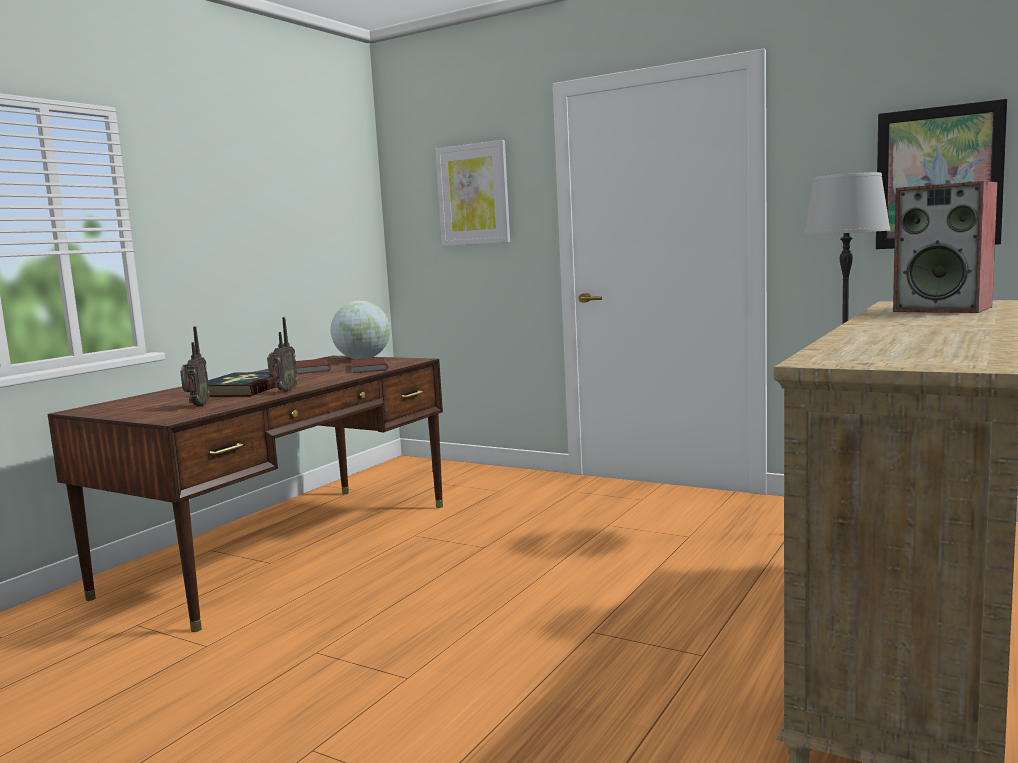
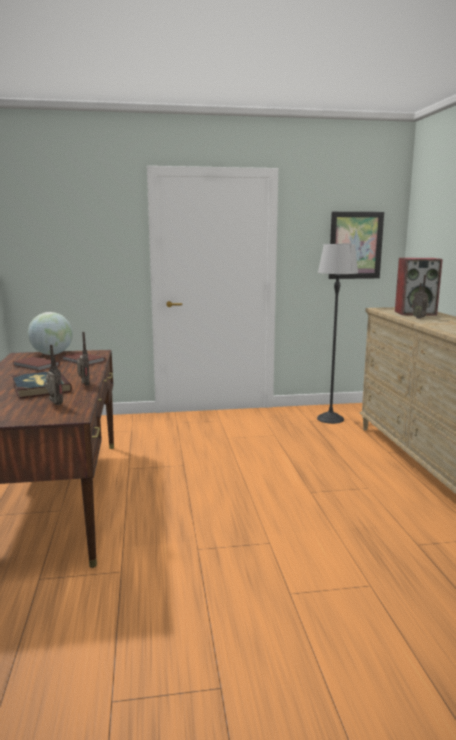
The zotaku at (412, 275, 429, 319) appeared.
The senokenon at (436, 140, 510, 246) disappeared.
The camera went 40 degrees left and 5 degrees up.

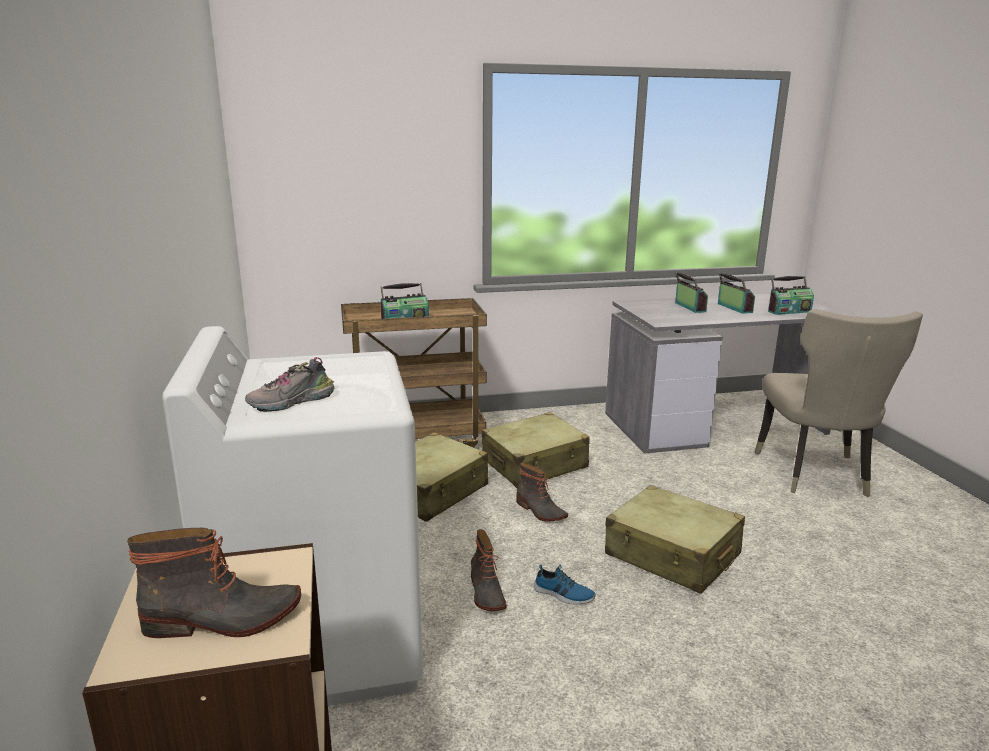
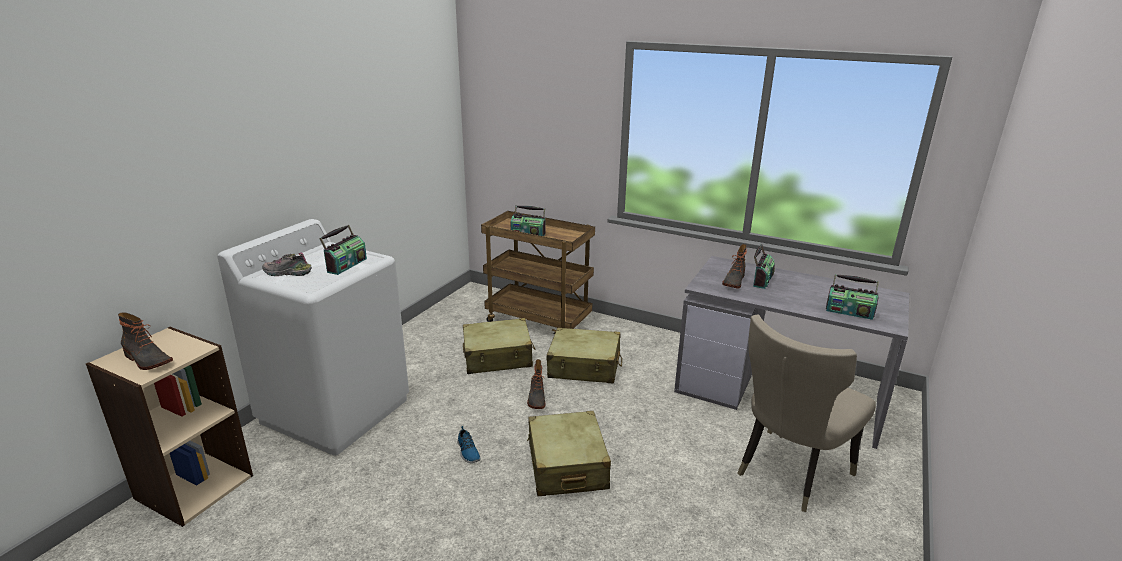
The zotaku moved from (718, 273, 755, 314) to (319, 225, 367, 275).
The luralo moved from (471, 529, 507, 611) to (722, 244, 747, 289).
The camera went 40 degrees right and 5 degrees up.

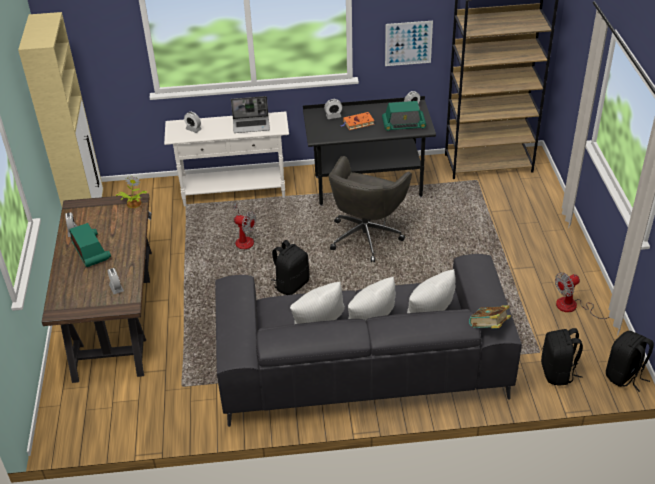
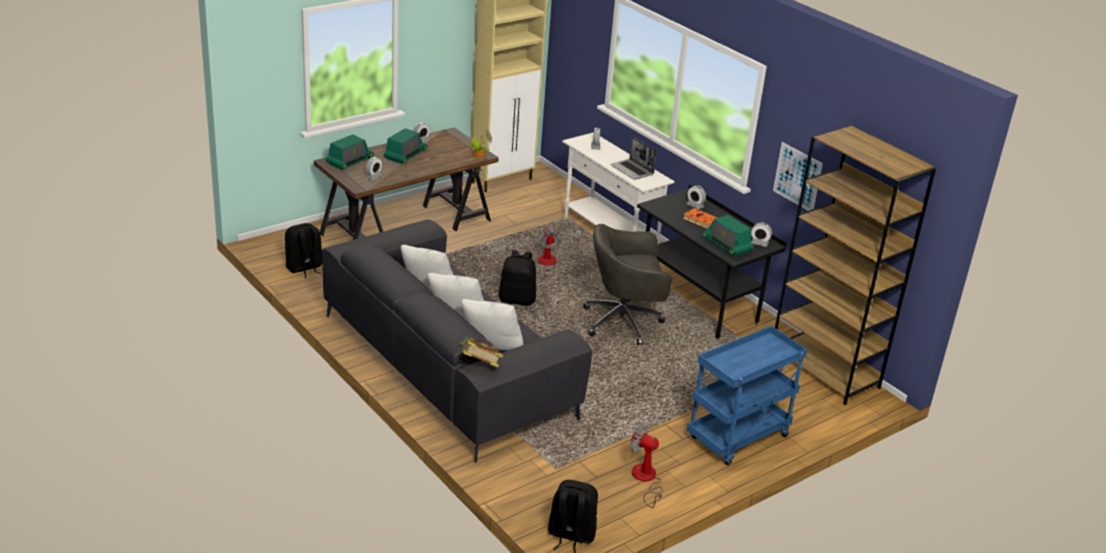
The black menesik moved from (541, 328, 583, 386) to (285, 223, 322, 278).
The zotaku at (326, 134, 374, 170) appeared.
The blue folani at (687, 326, 807, 465) appeared.
The camera went 55 degrees right and 10 degrees down.

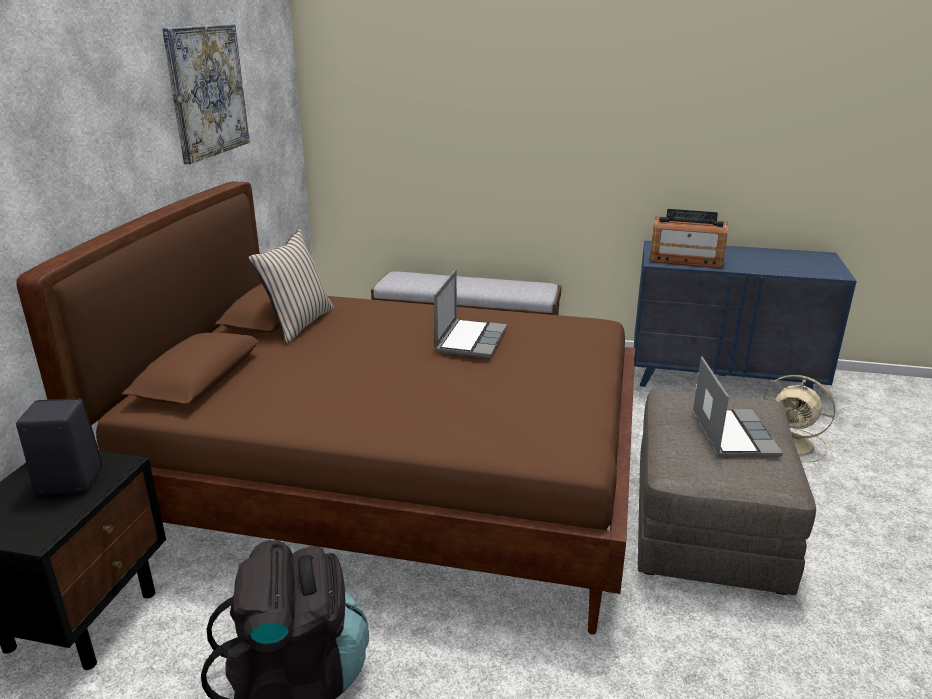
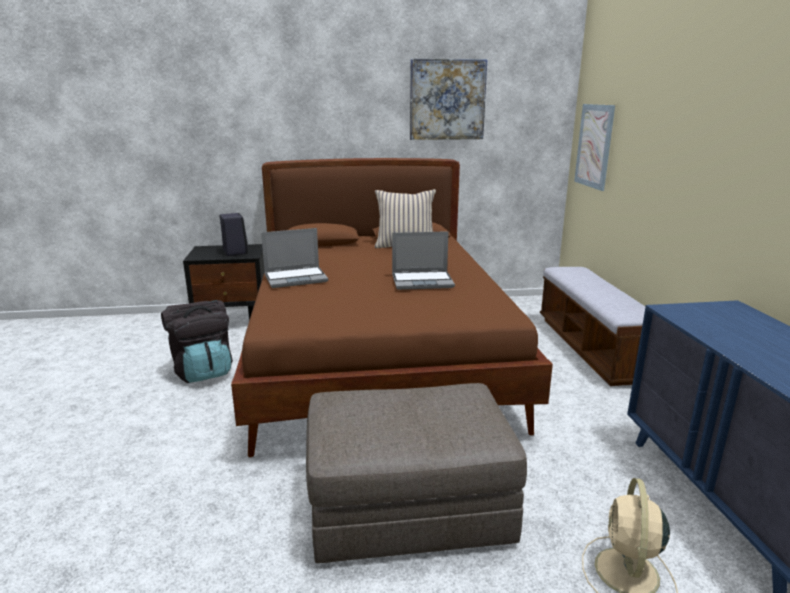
The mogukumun moved from (692, 357, 783, 457) to (261, 228, 328, 288).
The senokenon at (574, 104, 615, 191) appeared.
The zotaku at (650, 209, 728, 268) disappeared.
The camera went 70 degrees right and 5 degrees down.

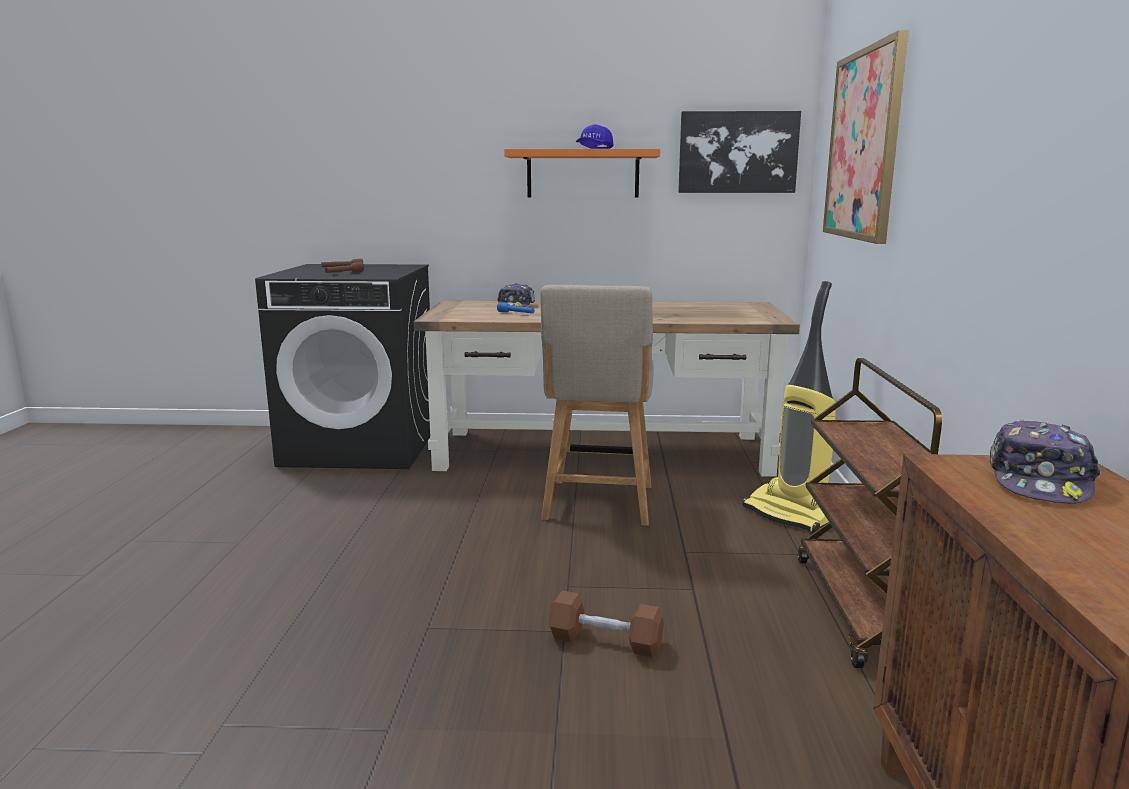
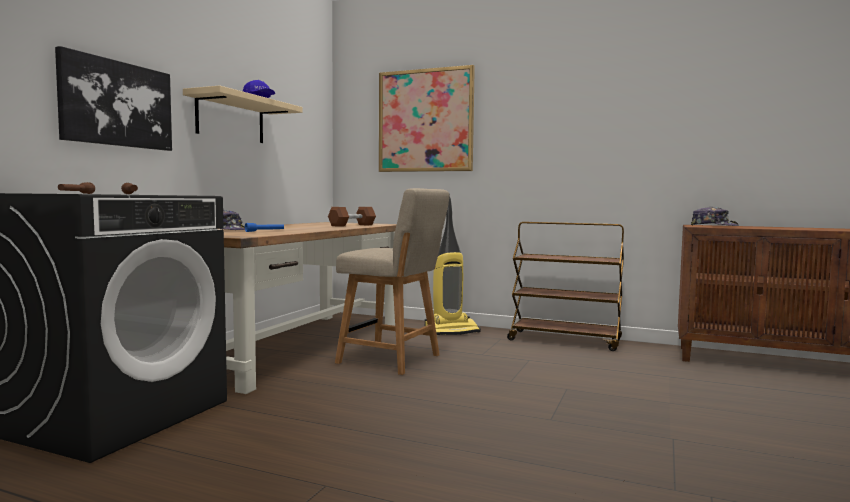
The senokenon moved from (678, 111, 801, 193) to (55, 46, 172, 151).
The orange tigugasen at (504, 149, 660, 197) became the beige tigugasen at (183, 85, 303, 143).
The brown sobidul moved from (548, 591, 664, 657) to (328, 207, 376, 227).
The camera went 70 degrees left and 10 degrees down.

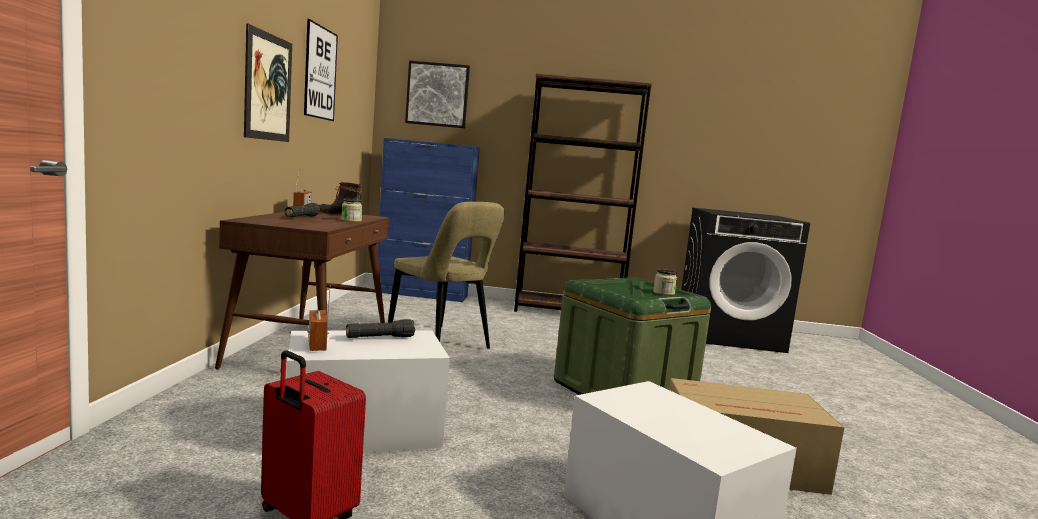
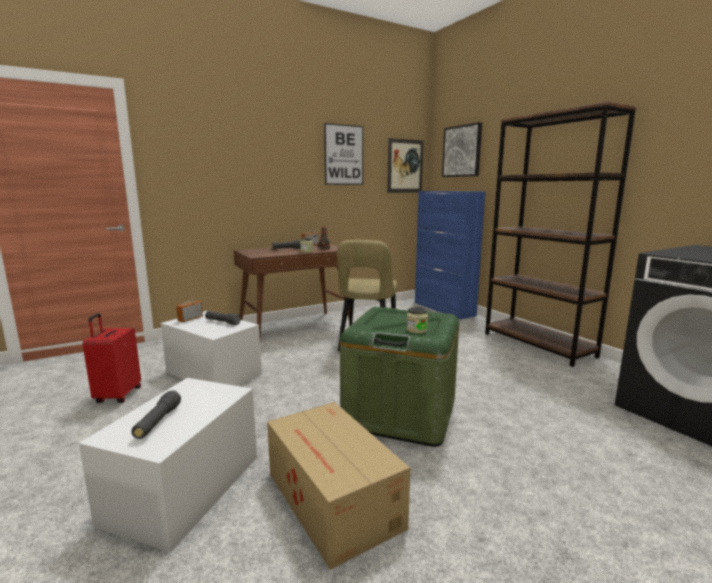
The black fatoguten at (131, 390, 181, 439) appeared.
The senokenon moved from (244, 23, 292, 142) to (387, 138, 424, 193).
The camera went 55 degrees right and 5 degrees up.

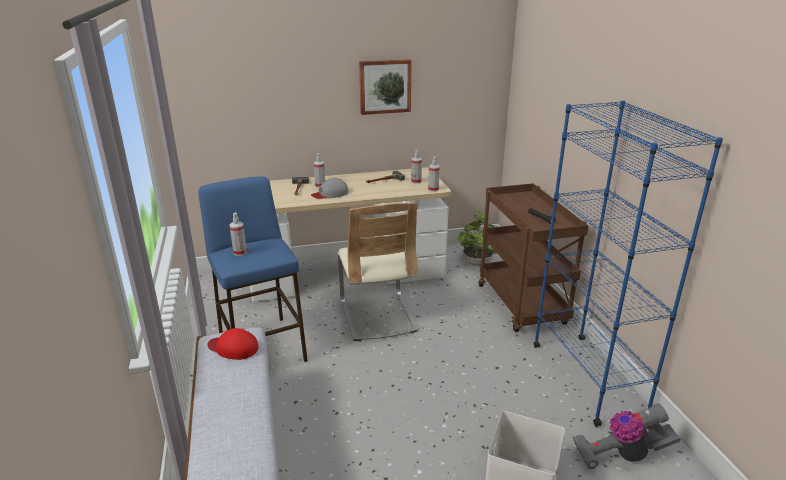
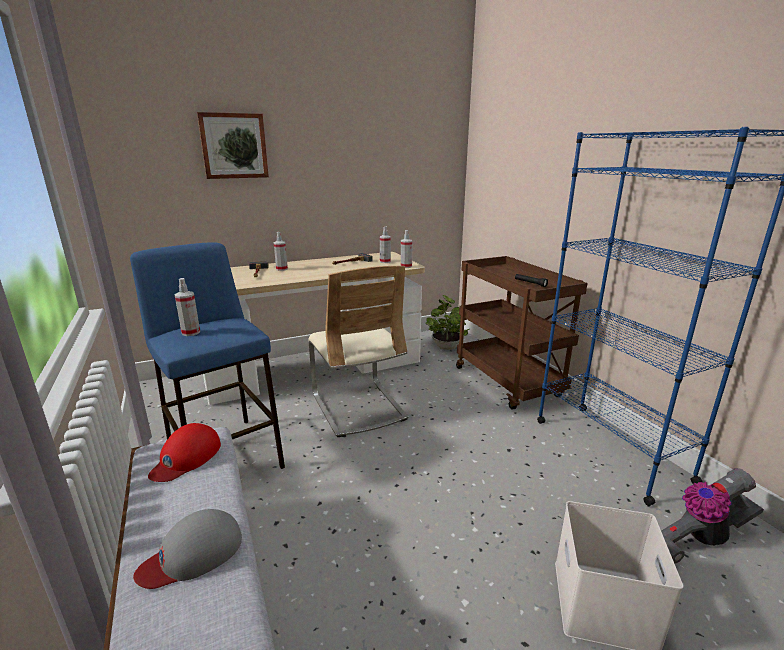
The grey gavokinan moved from (311, 178, 349, 199) to (133, 509, 242, 589).
The red gavokinan at (208, 328, 258, 360) turned 75 degrees counterclockwise.
The senokenon moved from (359, 59, 412, 115) to (197, 112, 269, 179).
The camera went 10 degrees left and 5 degrees down.

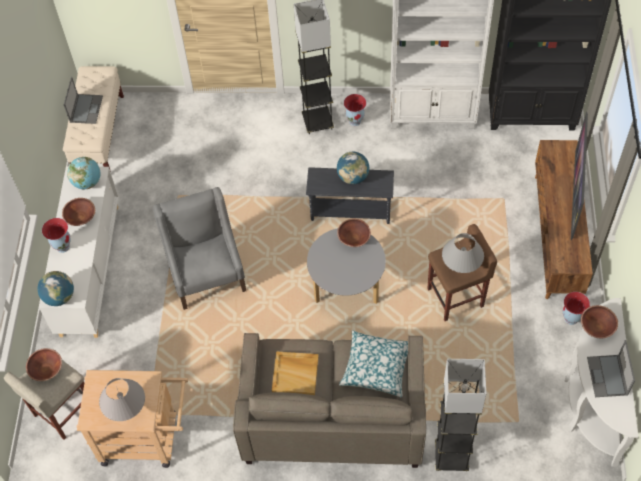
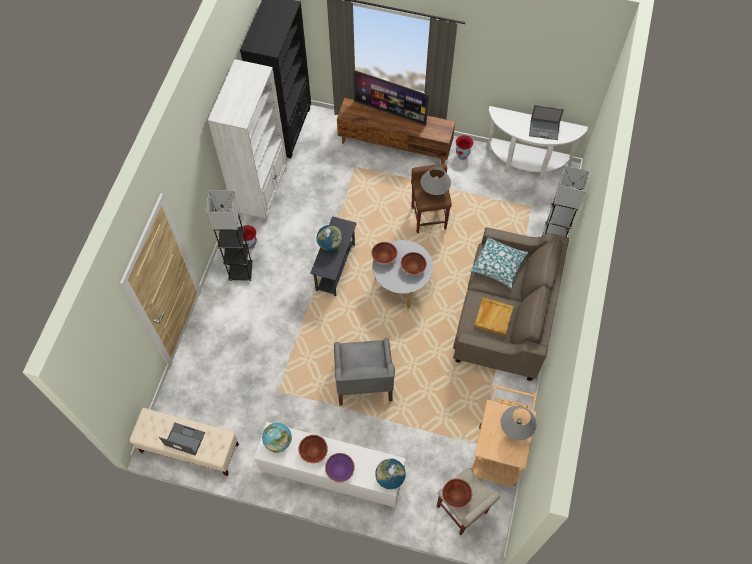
The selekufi at (42, 218, 71, 253) was replaced by the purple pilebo at (325, 453, 355, 483).
The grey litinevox at (153, 187, 246, 310) turned 90 degrees counterclockwise.
The brown pilebo moved from (581, 305, 618, 338) to (401, 252, 427, 275).
The camera went 80 degrees left and 5 degrees up.

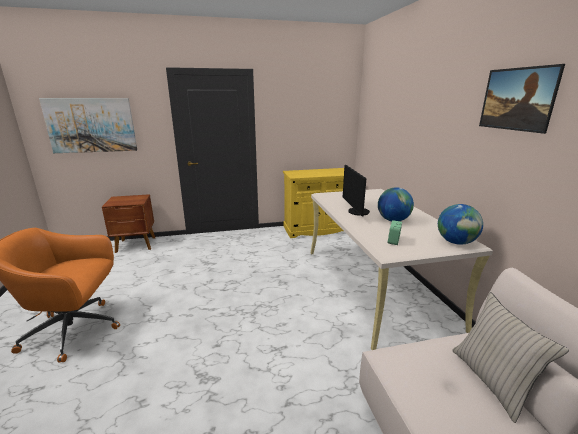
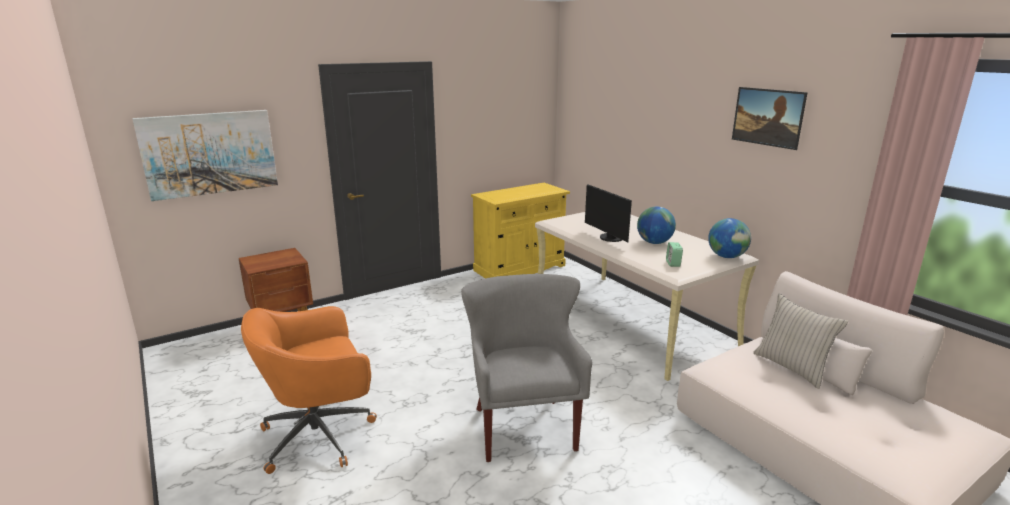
The grey litinevox at (461, 274, 592, 462) appeared.
The camera went 20 degrees left and 0 degrees up.

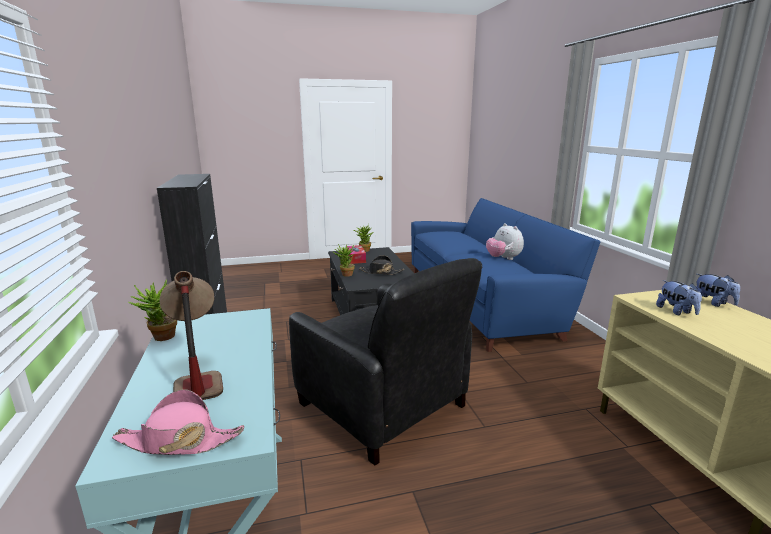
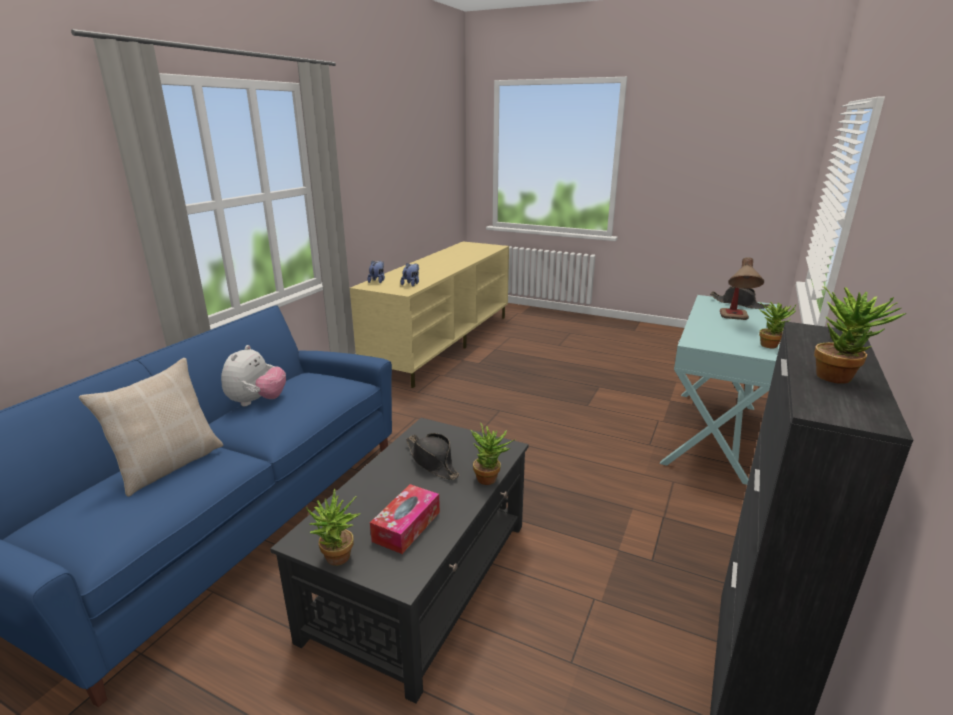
The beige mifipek at (79, 358, 223, 497) appeared.
The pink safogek at (112, 389, 244, 455) became the black safogek at (710, 286, 770, 309).
The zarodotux at (814, 286, 907, 384) appeared.
The black litinevox at (289, 258, 482, 466) disappeared.
The camera went 140 degrees left and 5 degrees up.

